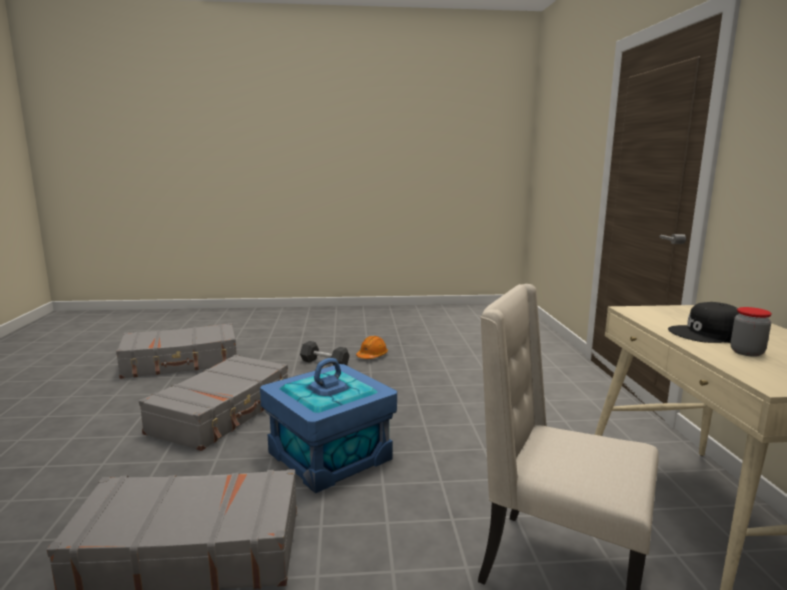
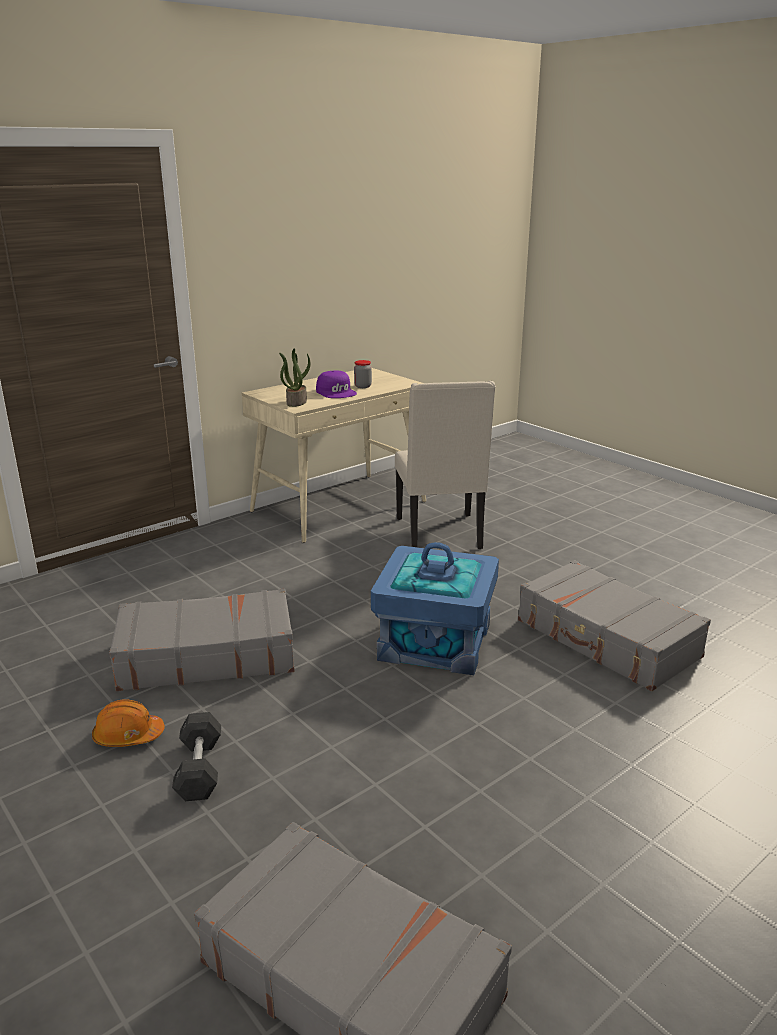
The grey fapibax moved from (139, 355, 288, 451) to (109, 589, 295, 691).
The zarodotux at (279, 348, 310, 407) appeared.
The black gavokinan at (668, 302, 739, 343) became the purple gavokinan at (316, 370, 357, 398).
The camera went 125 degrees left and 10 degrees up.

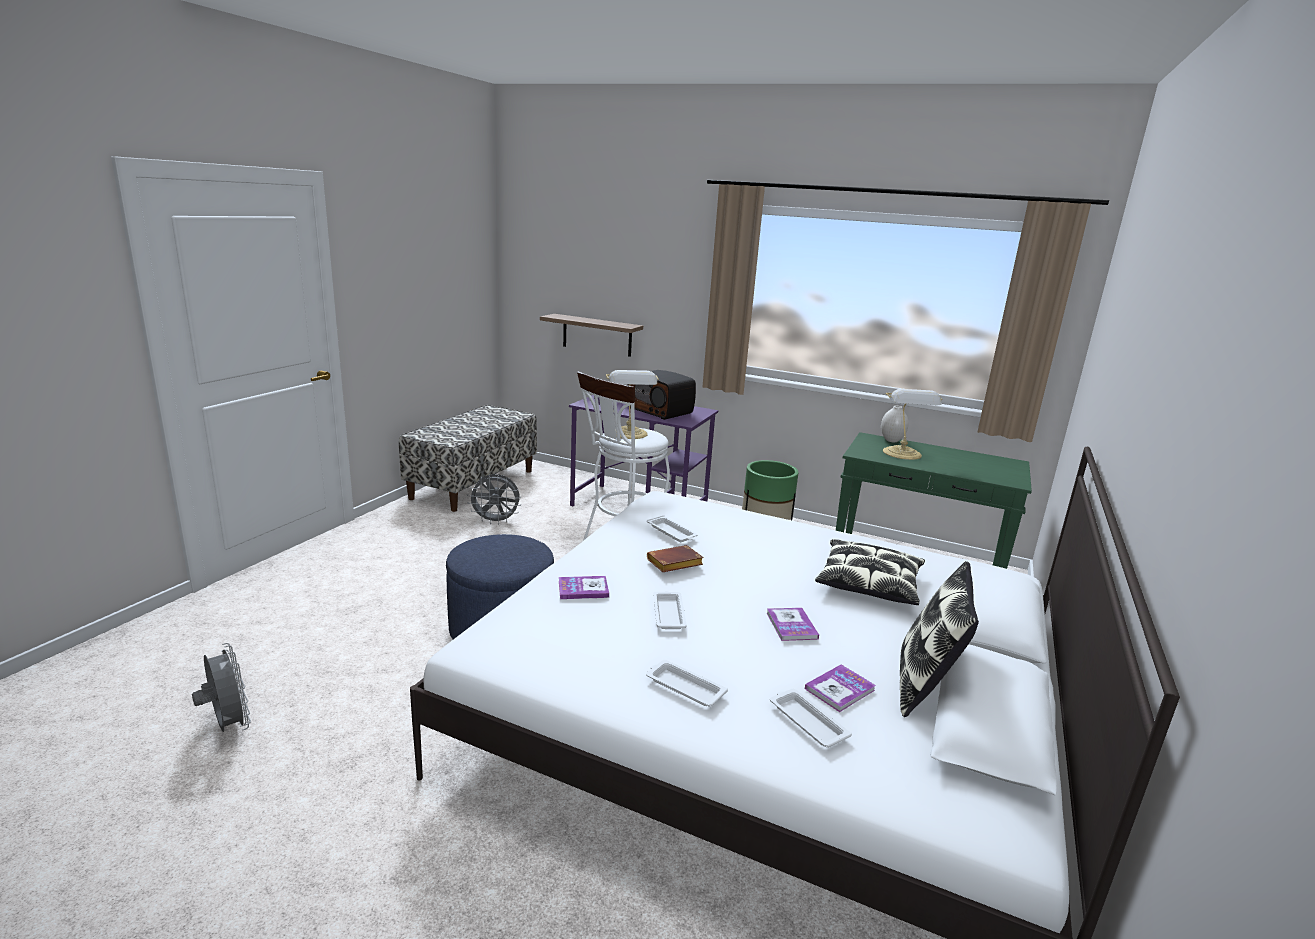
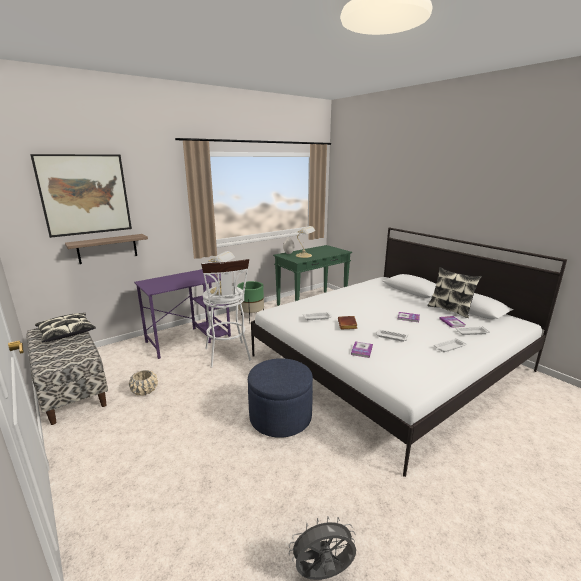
The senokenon at (30, 154, 132, 238) appeared.
The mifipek moved from (815, 539, 925, 605) to (35, 313, 96, 342).
The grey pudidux at (467, 474, 521, 525) was replaced by the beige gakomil at (129, 370, 158, 396).
The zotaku at (627, 370, 696, 420) disappeared.
The camera went 60 degrees left and 0 degrees up.

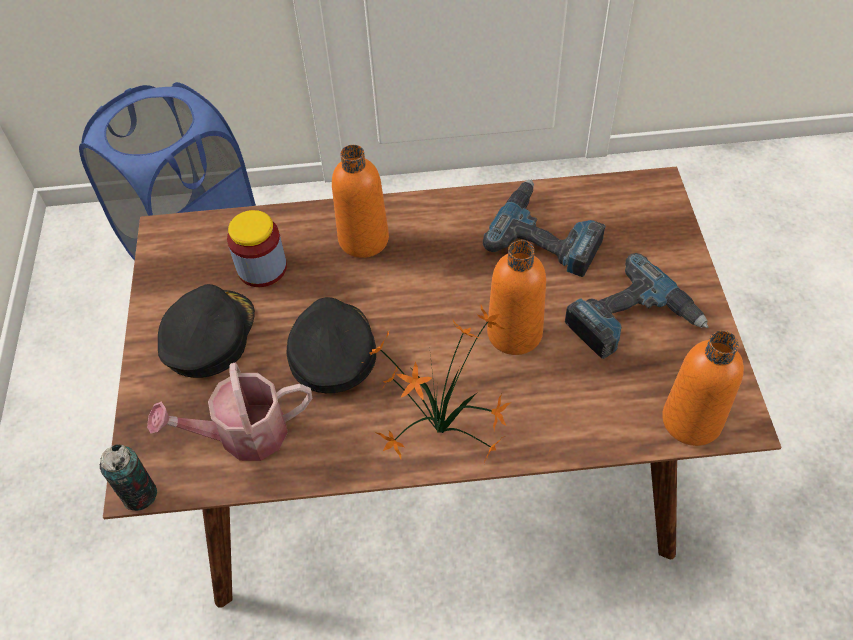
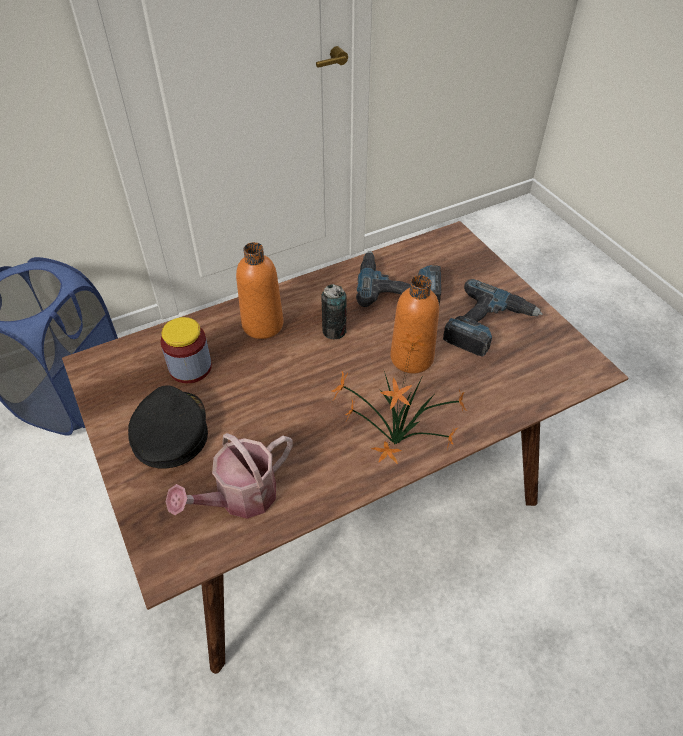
The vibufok moved from (100, 444, 158, 511) to (321, 284, 347, 339).
The black gavokinan at (286, 297, 376, 393) disappeared.
The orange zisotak at (662, 331, 744, 446) disappeared.
The camera went 25 degrees left and 5 degrees down.

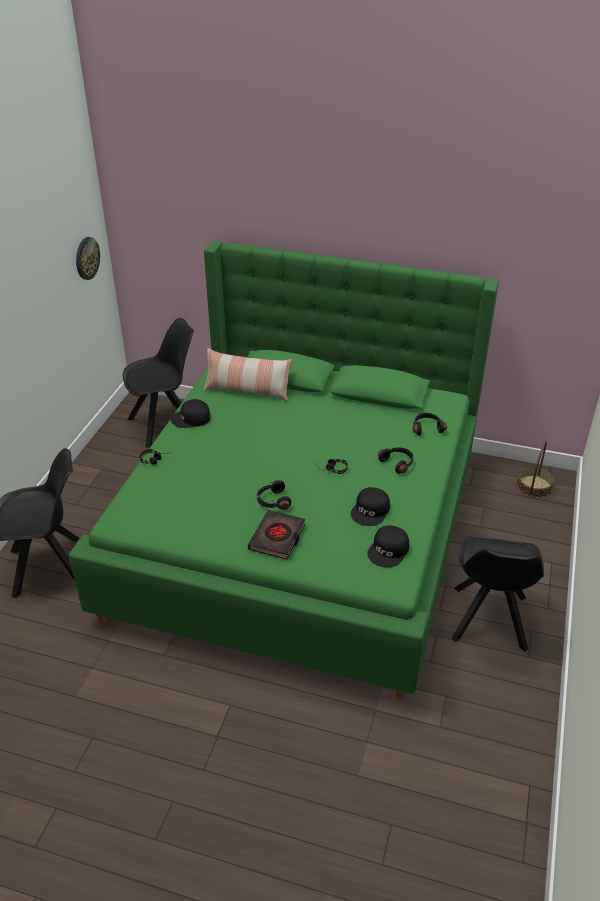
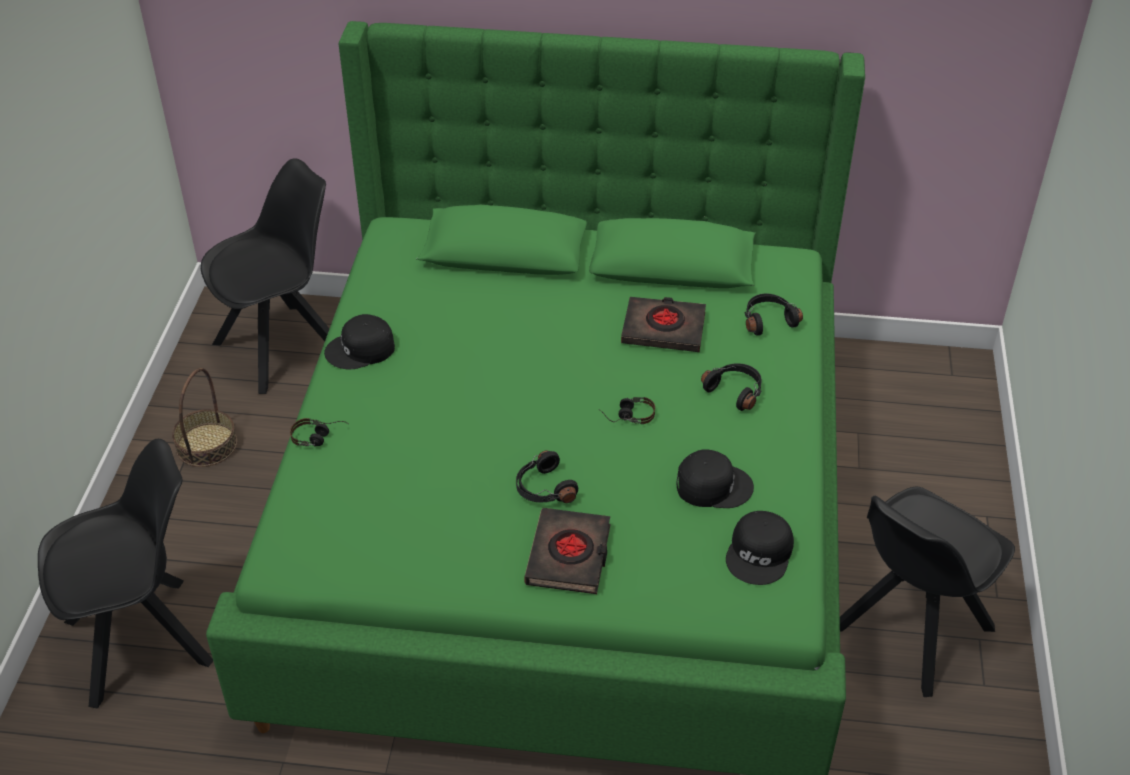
The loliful moved from (516, 441, 554, 498) to (172, 368, 237, 467).
The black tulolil at (621, 297, 706, 352) appeared.
The black gavokinan at (351, 487, 390, 526) turned 105 degrees counterclockwise.
The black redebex at (452, 537, 544, 651) turned 45 degrees clockwise.
The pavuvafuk at (76, 237, 100, 280) disappeared.
The mifipek at (204, 348, 292, 401) disappeared.
The camera went 10 degrees left and 5 degrees up.

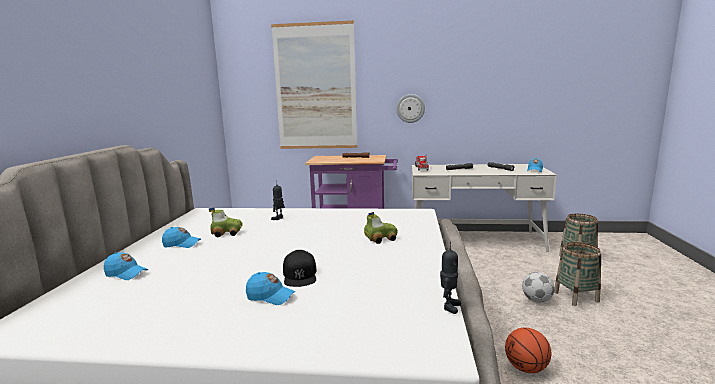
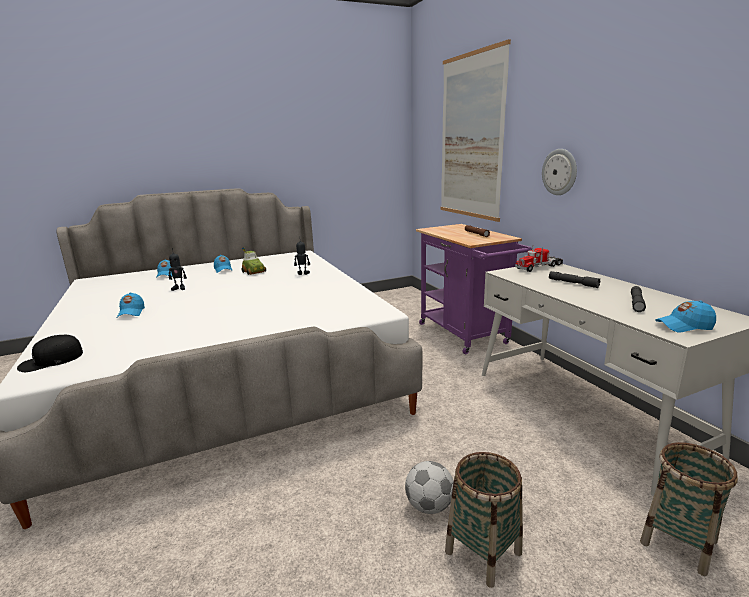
The black gavokinan moved from (283, 250, 317, 287) to (17, 335, 83, 372).
The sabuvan moved from (440, 242, 461, 314) to (169, 248, 187, 291).
The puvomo at (364, 212, 398, 244) disappeared.
The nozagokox at (505, 327, 551, 373) disappeared.
The camera went 60 degrees right and 5 degrees up.

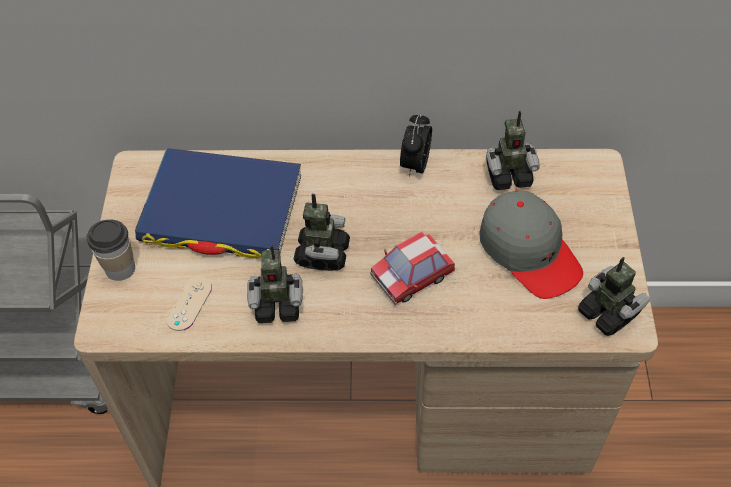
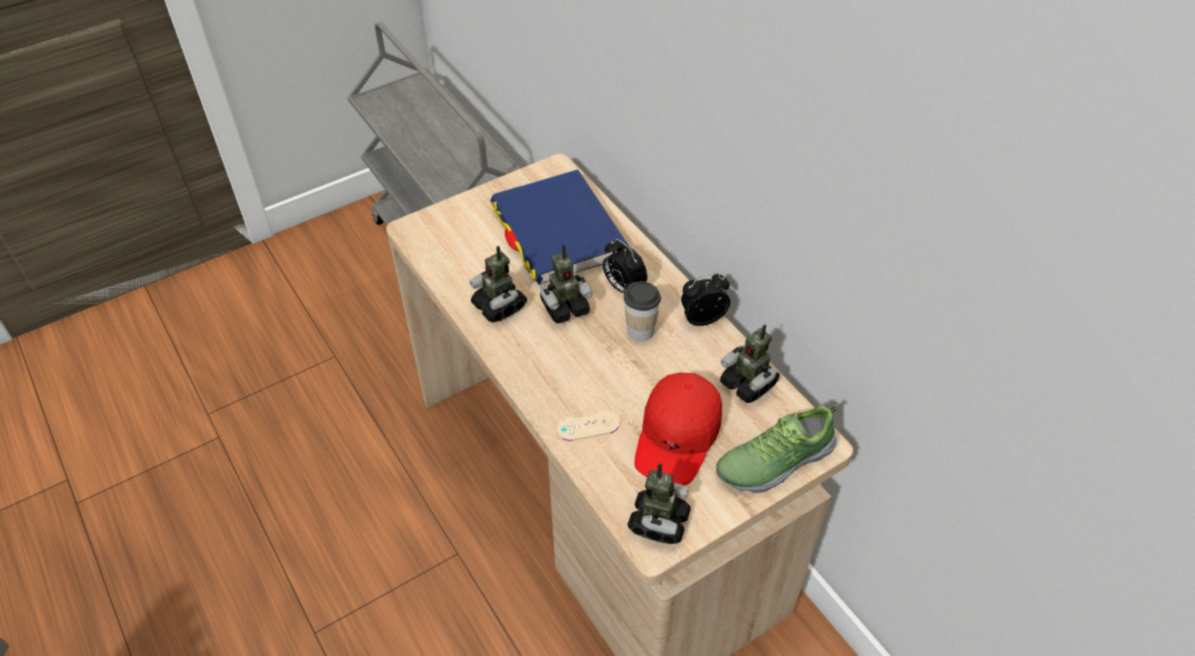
The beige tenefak moved from (166, 276, 212, 331) to (556, 410, 620, 441).
The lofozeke at (603, 239, 647, 293) appeared.
The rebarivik moved from (87, 219, 135, 281) to (624, 281, 661, 341).
The grey gavokinan at (479, 190, 583, 299) became the red gavokinan at (634, 372, 722, 485).
The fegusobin at (716, 405, 838, 493) appeared.
The puvomo at (370, 232, 455, 305) disappeared.
The camera went 55 degrees right and 5 degrees down.

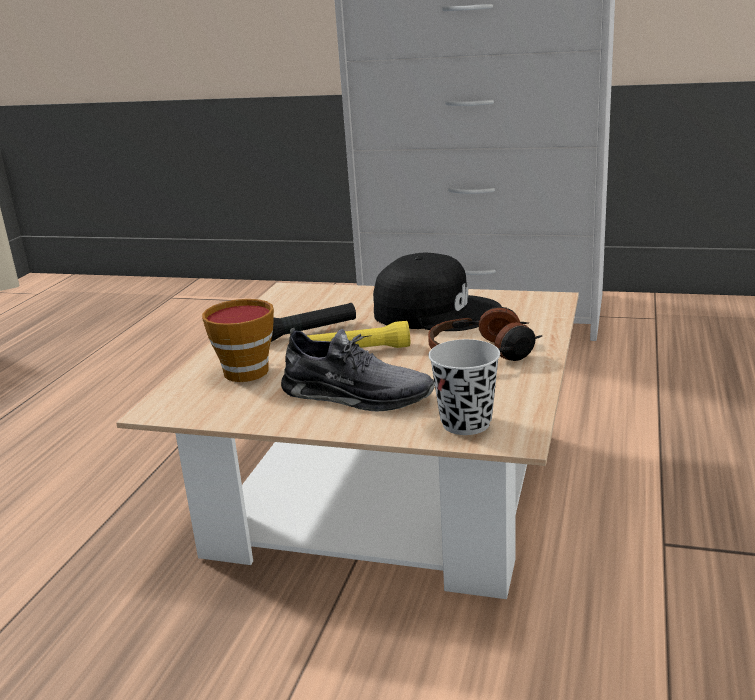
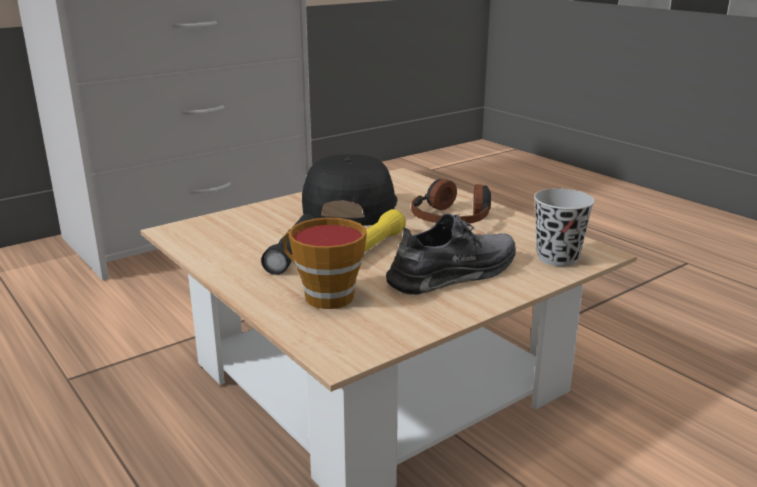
The black gavokinan at (373, 253, 502, 331) turned 45 degrees counterclockwise.
The camera went 55 degrees left and 0 degrees up.

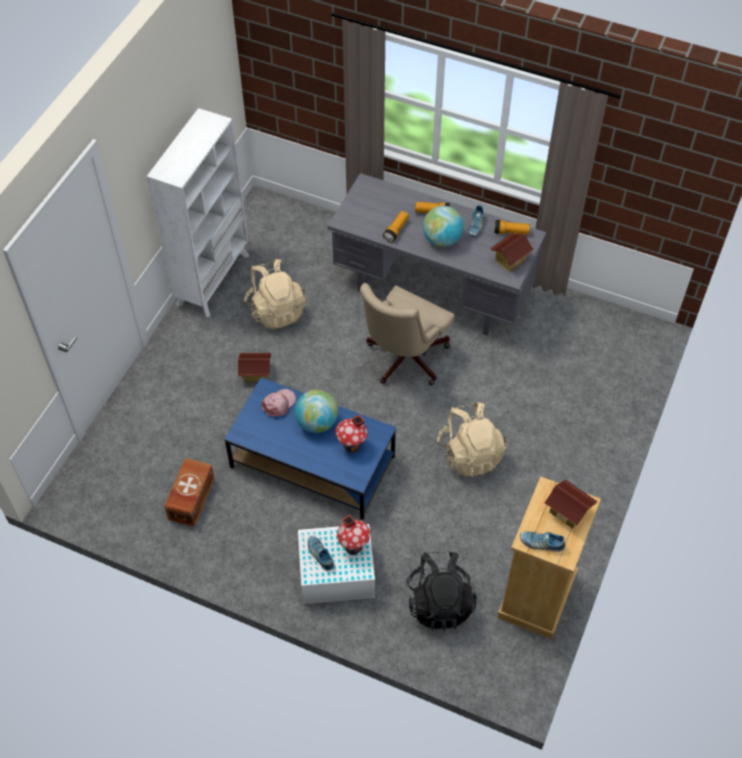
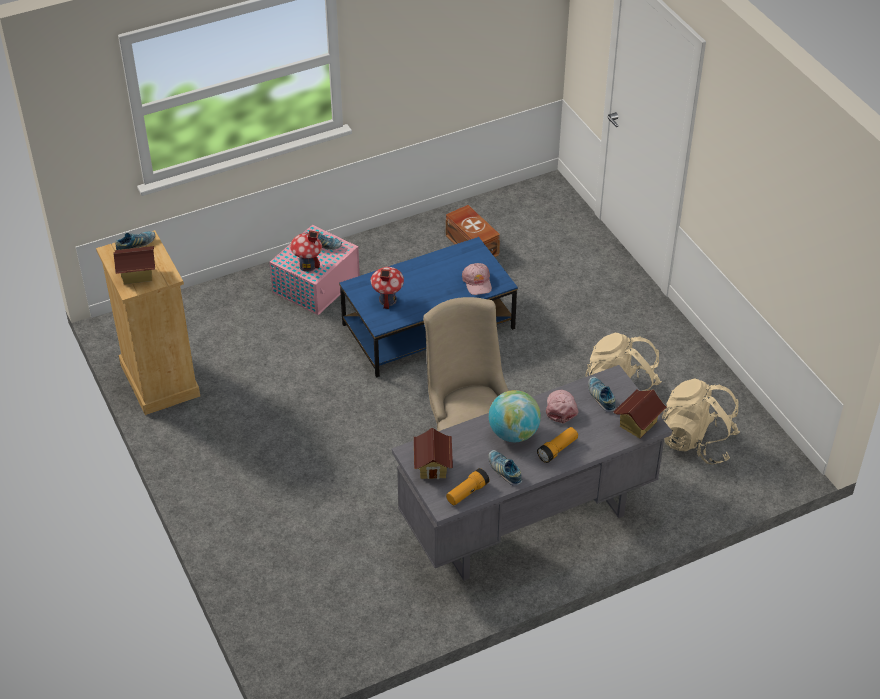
The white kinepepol at (298, 524, 375, 604) became the pink kinepepol at (269, 225, 360, 315).
The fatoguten at (383, 211, 409, 242) was replaced by the pink gavokinan at (546, 390, 579, 424).
The fegusobin at (588, 377, 616, 412) appeared.
The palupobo moved from (238, 353, 271, 382) to (613, 389, 667, 438).
The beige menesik moved from (437, 402, 507, 477) to (662, 378, 740, 465).
The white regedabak at (147, 108, 249, 317) disappeared.
The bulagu at (295, 390, 338, 433) disappeared.
The black menesik at (407, 551, 477, 631) disappeared.
The camera went 130 degrees right and 10 degrees down.

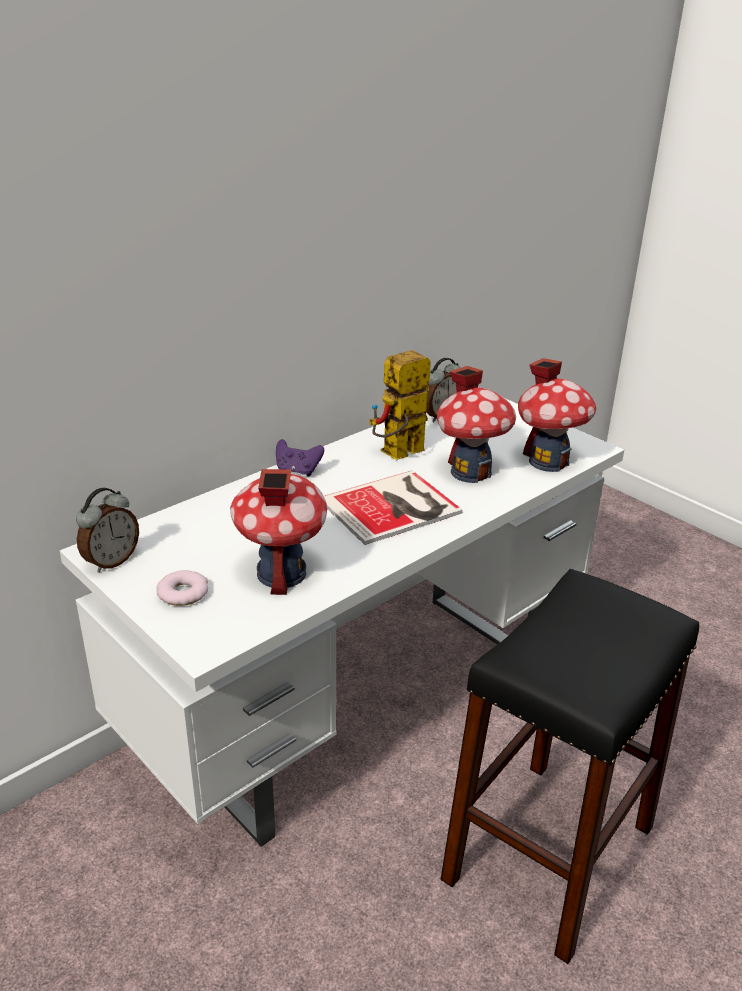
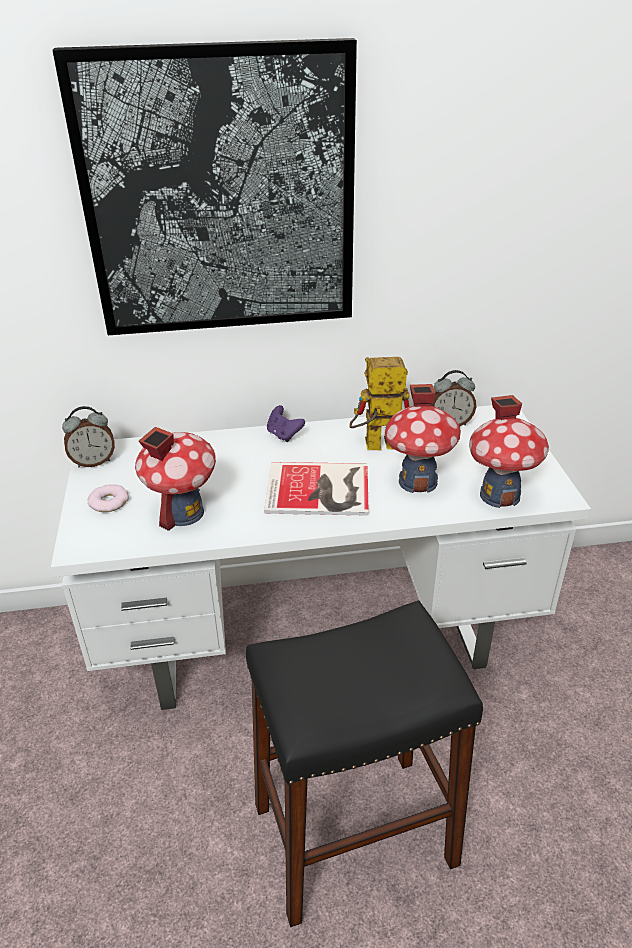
The senokenon at (52, 38, 357, 335) appeared.
The camera went 35 degrees right and 5 degrees up.

